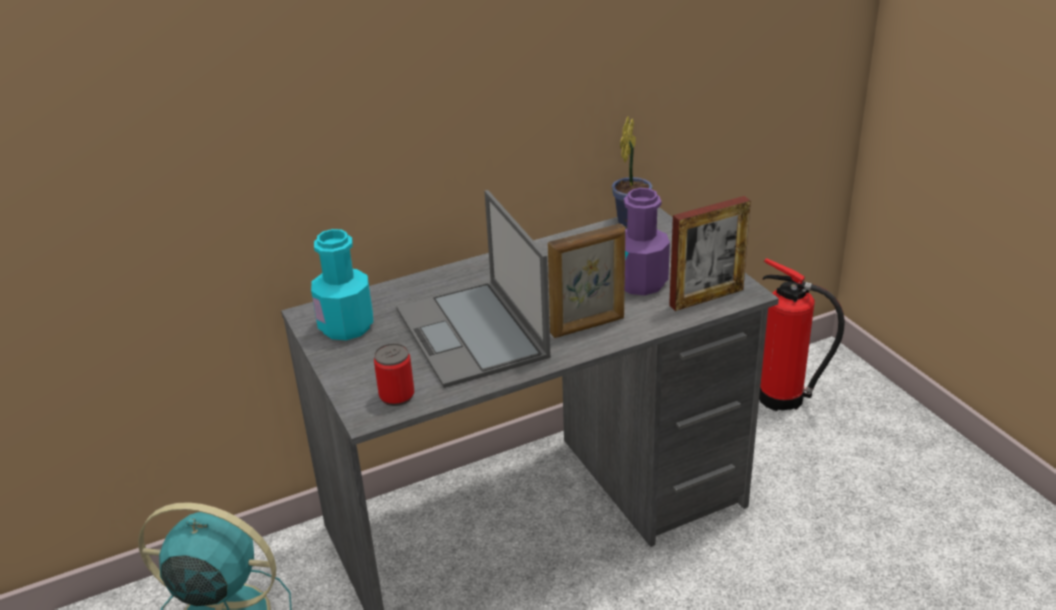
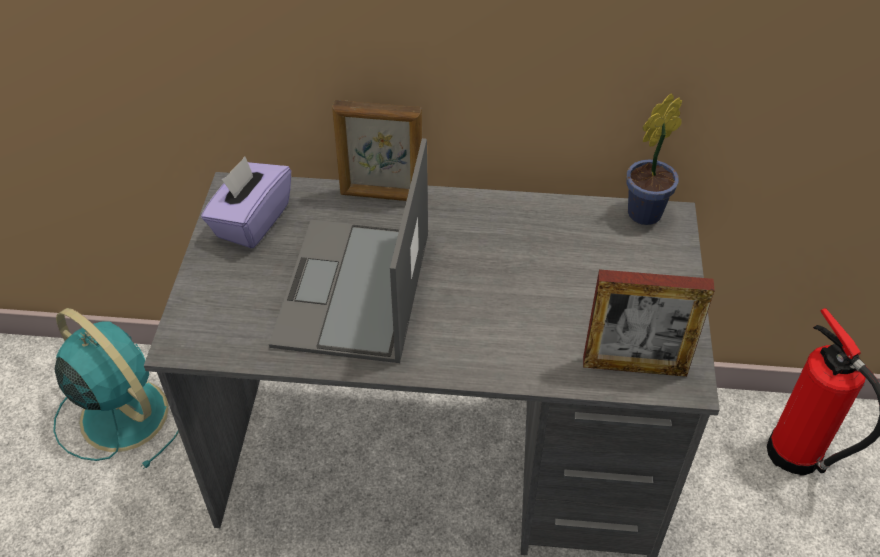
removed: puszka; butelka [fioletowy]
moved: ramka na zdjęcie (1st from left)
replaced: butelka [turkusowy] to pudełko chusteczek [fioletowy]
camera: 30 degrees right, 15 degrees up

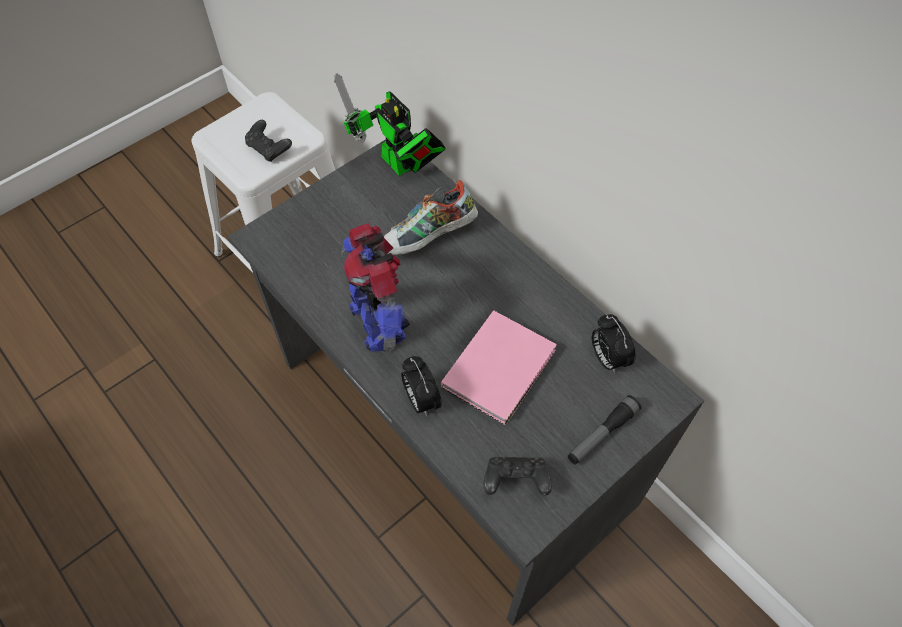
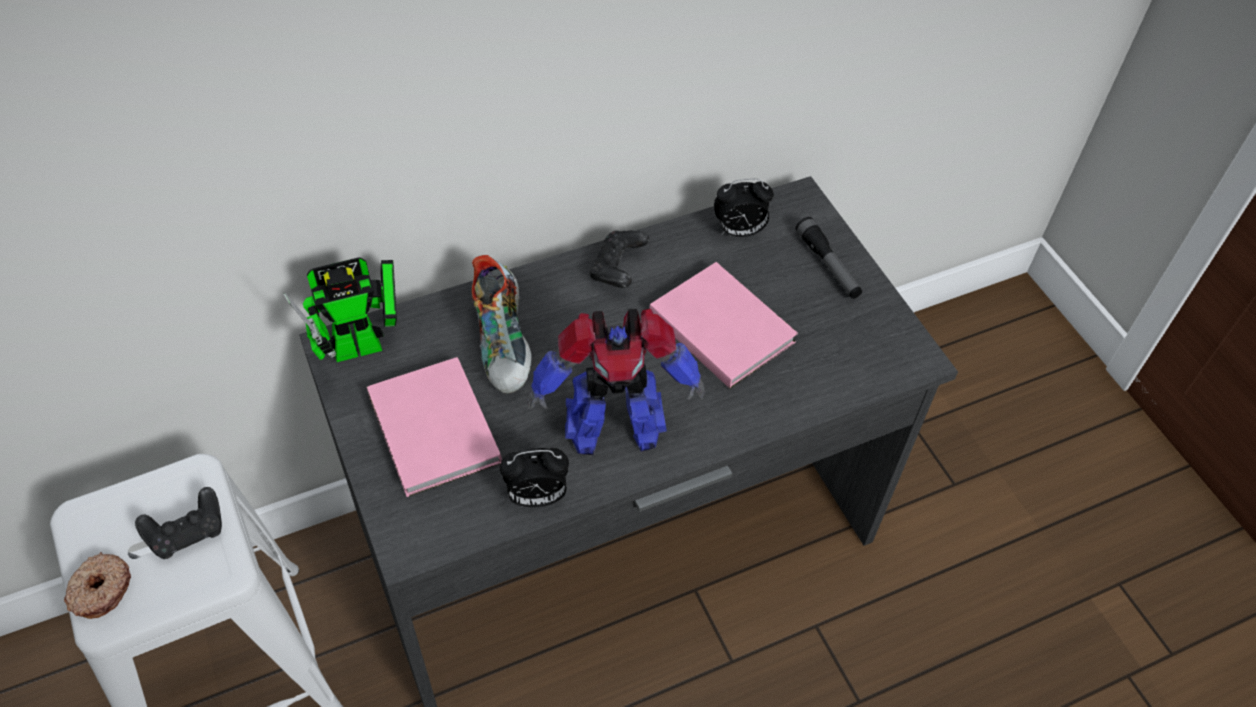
added: donut; książka [różowy] (1st from left)
moved: budzik (1st from left); pad do gier [czarny] (2nd from left)
camera: 75 degrees left, 5 degrees down

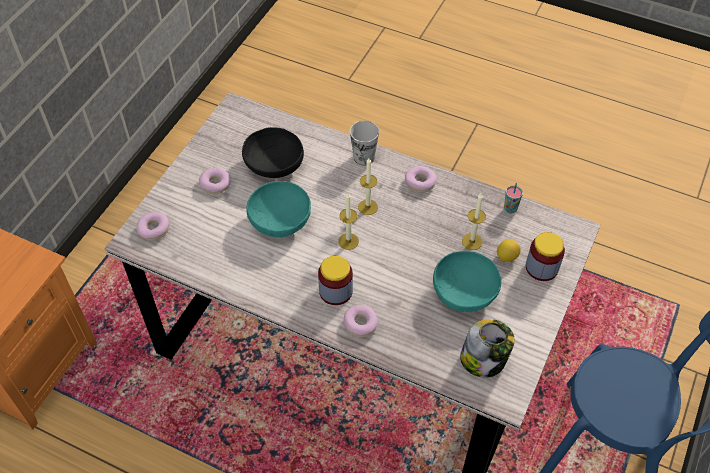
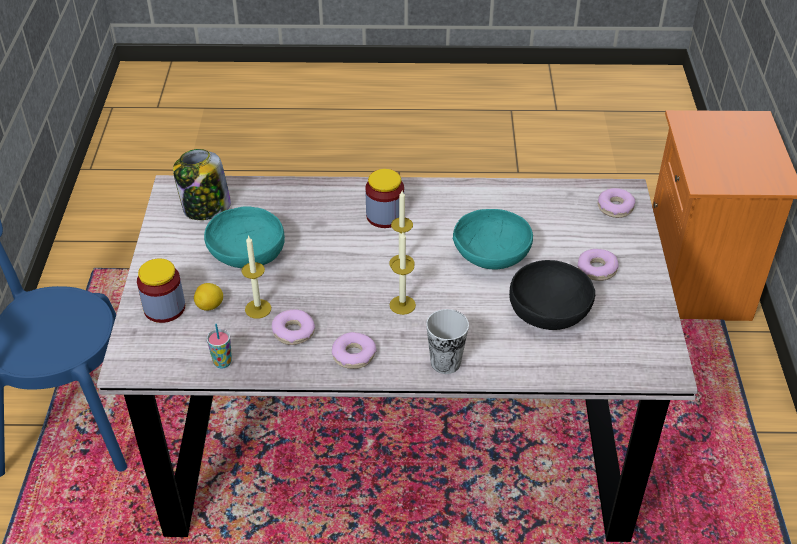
moved: donut (3rd from left in the first image) to donut (1st from left)
camera: 155 degrees right, 10 degrees down

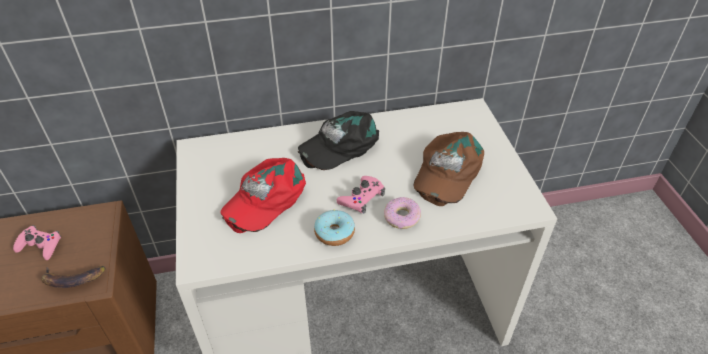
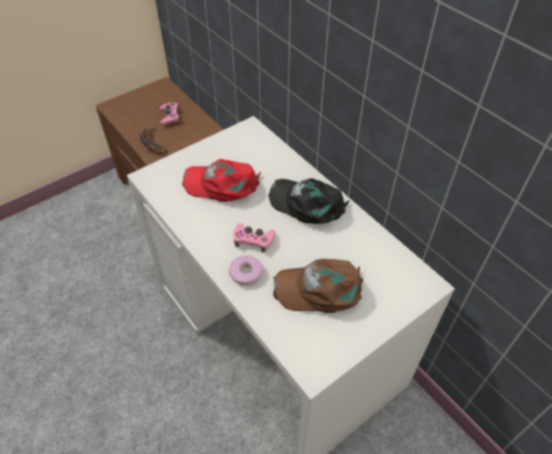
removed: donut (1st from left)
camera: 65 degrees right, 5 degrees up

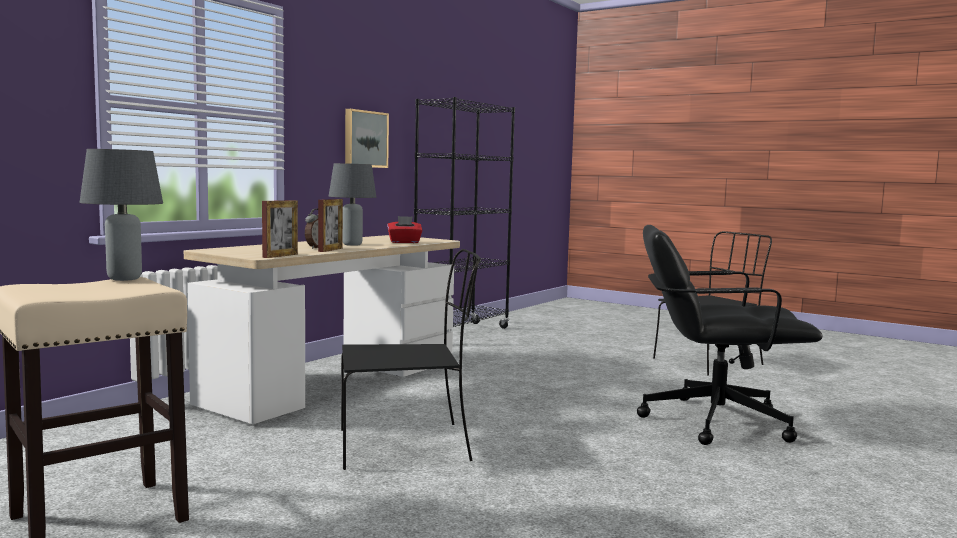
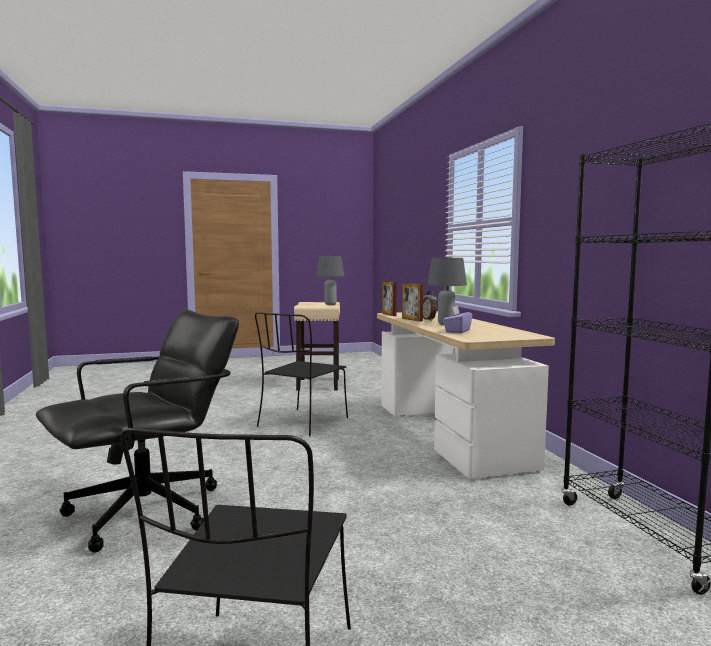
removed: obraz
recoloured: pudełko chusteczek [czerwony] to pudełko chusteczek [fioletowy]
camera: 130 degrees right, 0 degrees up

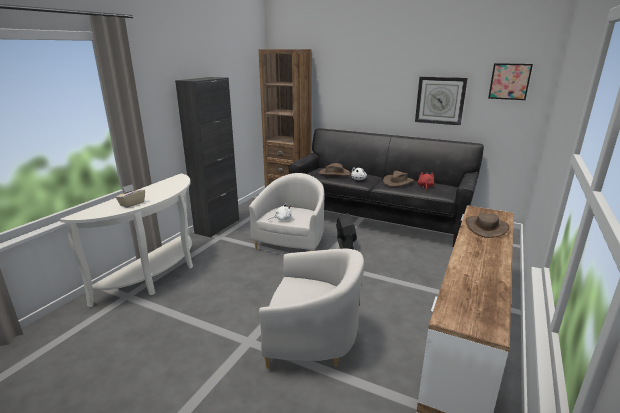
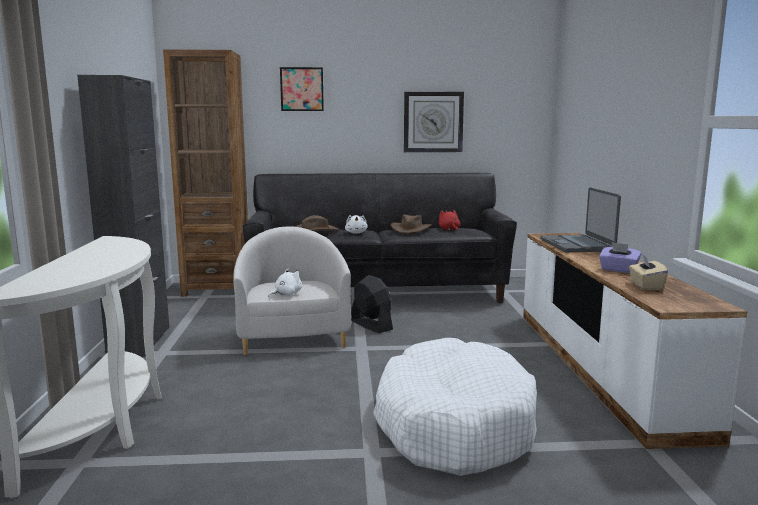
added: pudełko chusteczek [fioletowy]
moved: pudełko chusteczek [beżowy]; obraz
replaced: fotel [biały] (2nd from left) to legowisko [biały]; kapelusz [brązowy] (3rd from left) to laptop
camera: 30 degrees left, 10 degrees down

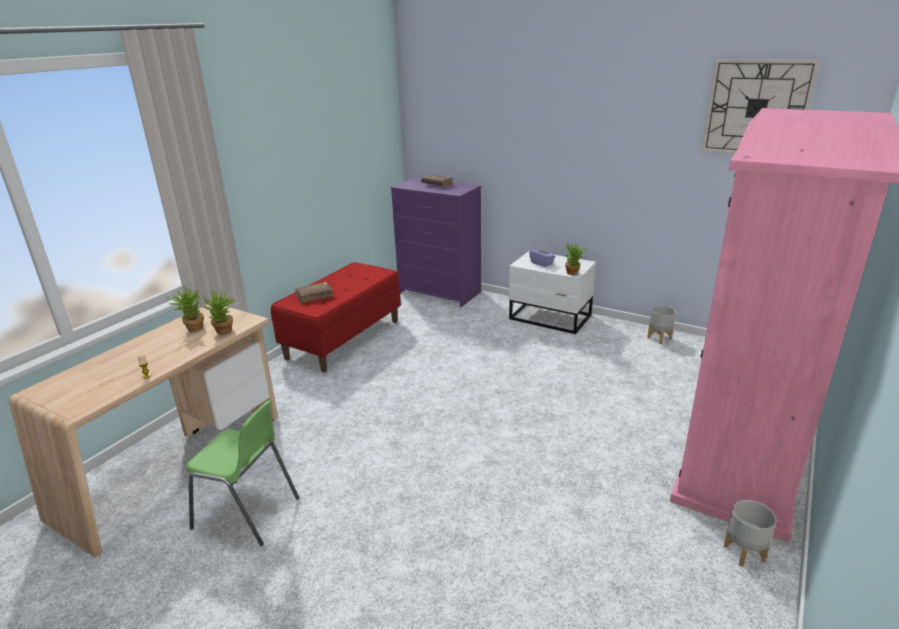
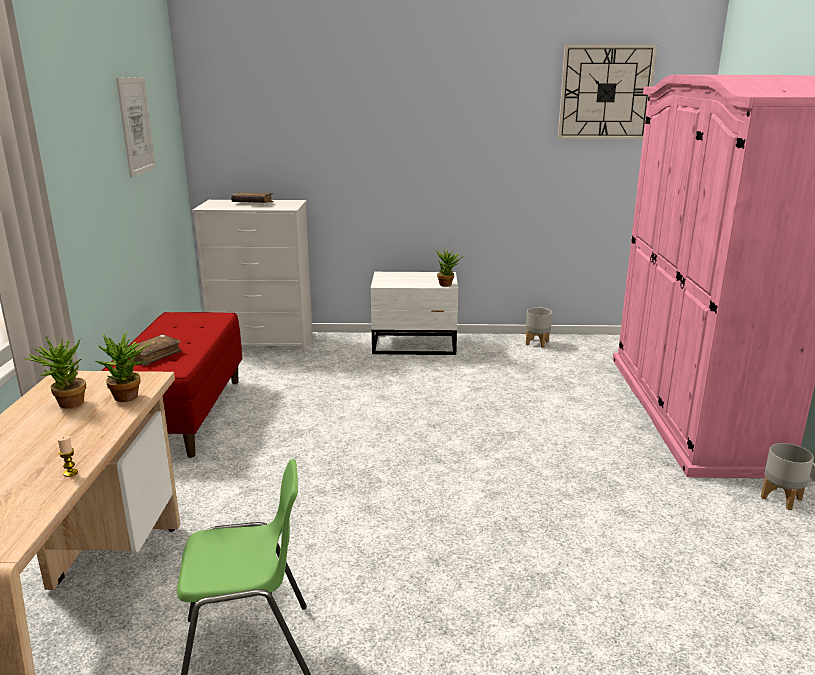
removed: pudełko chusteczek [fioletowy]
added: obraz
recoloured: komoda [fioletowy] to komoda [biały]
camera: 30 degrees left, 5 degrees down

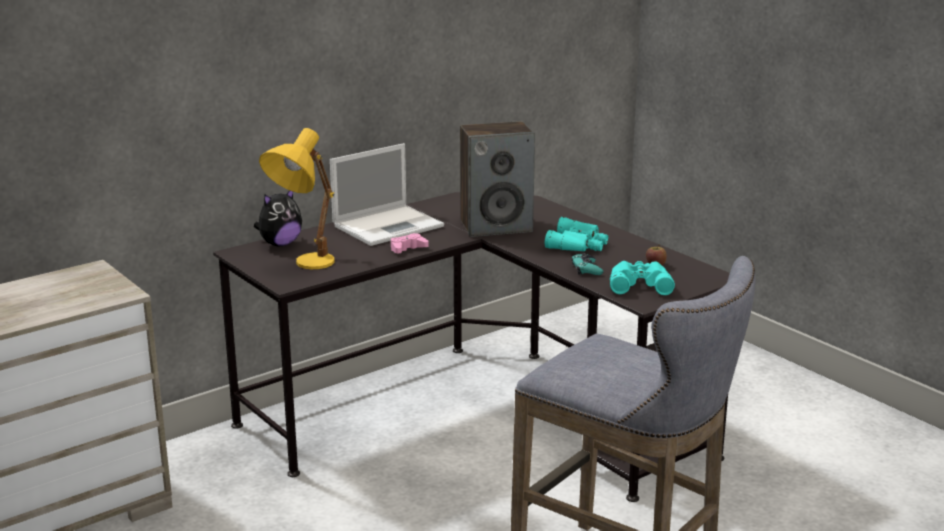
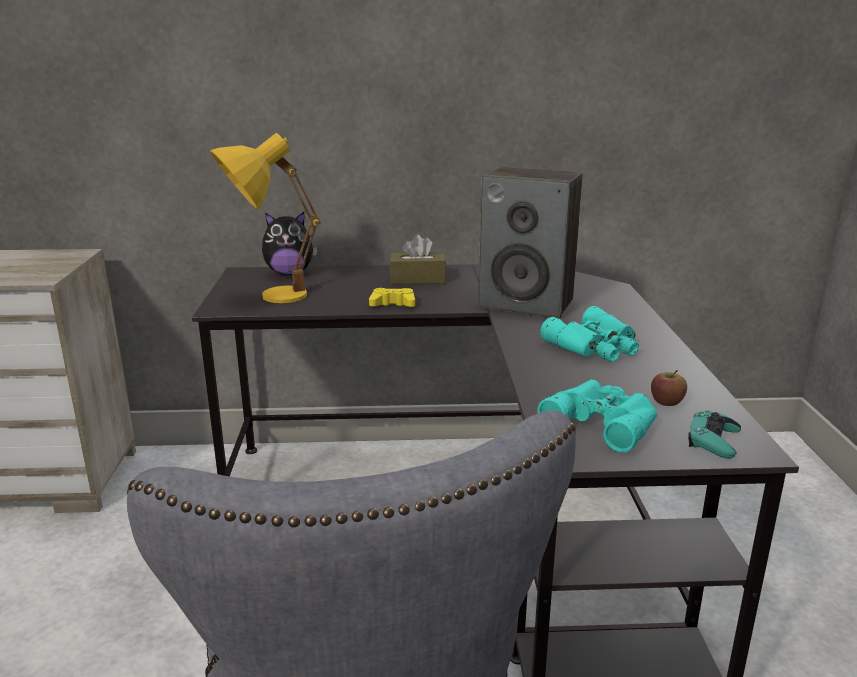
moved: pad do gier [turkusowy]
replaced: laptop to pudełko chusteczek [brązowy]
recoloured: pad do gier [różowy] to pad do gier [żółty]
camera: 35 degrees right, 0 degrees up

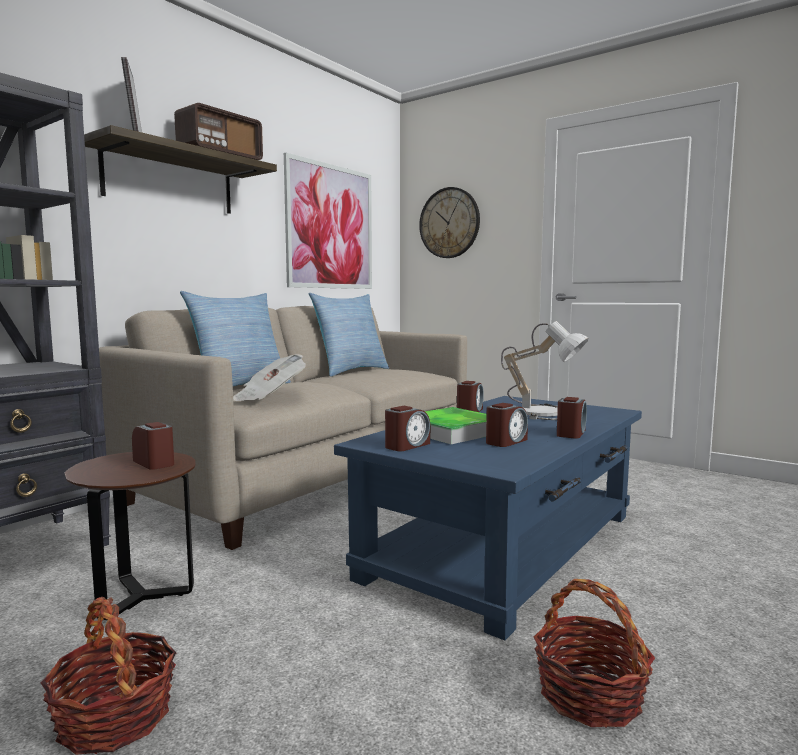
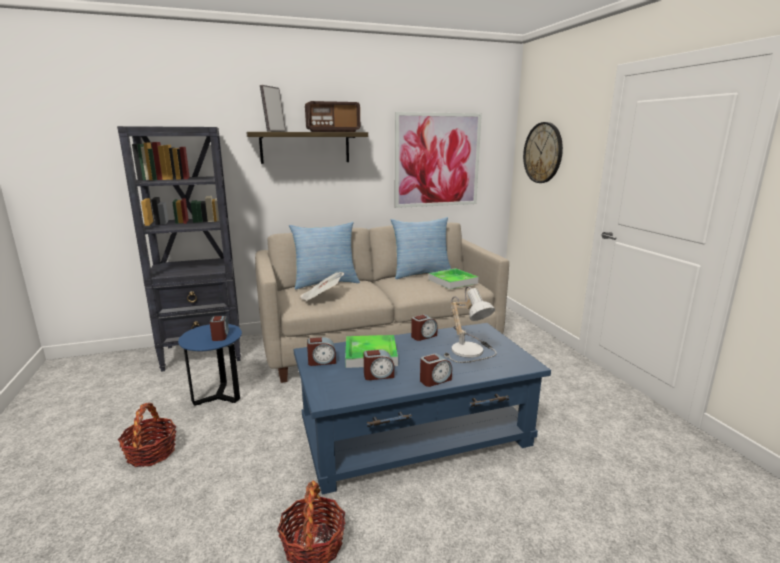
added: taca (2nd from left)
recoloured: stolik [brązowy] to stolik [niebieski]
camera: 35 degrees right, 10 degrees up

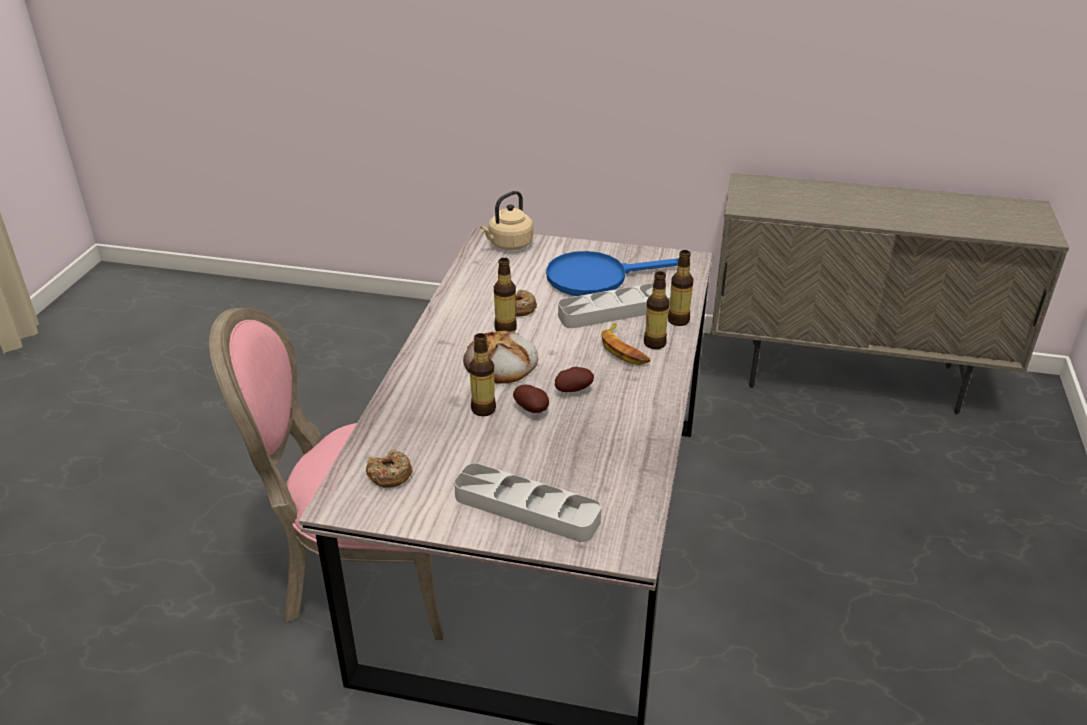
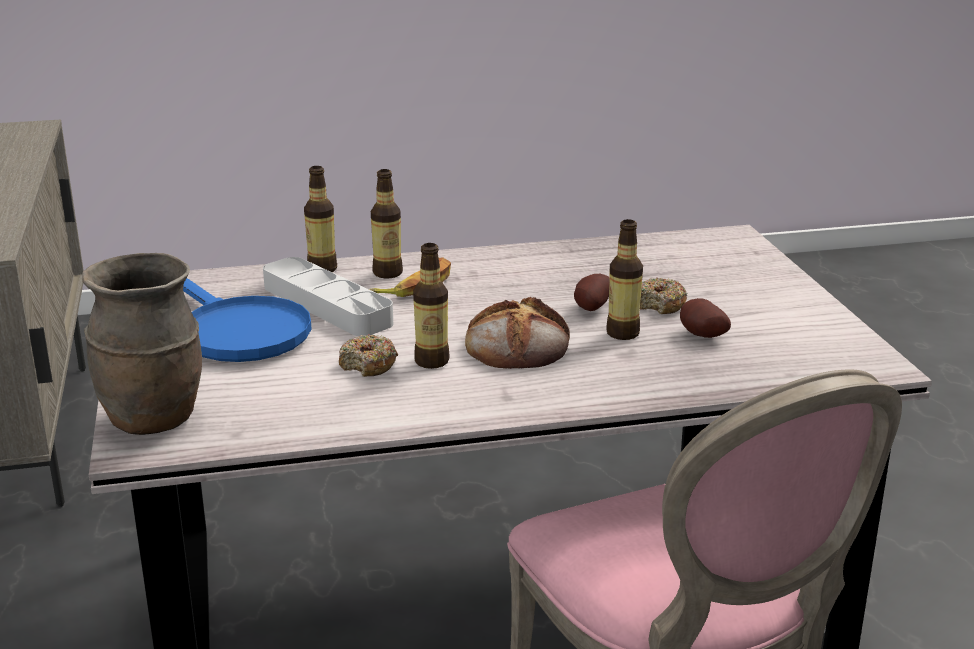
removed: taca [szary] (1st from left)
moved: donut (1st from left in the first image) to donut (2nd from left); ziemniak (2nd from left)
replaced: czajnik [beżowy] to wazon [brązowy]
camera: 115 degrees left, 10 degrees down

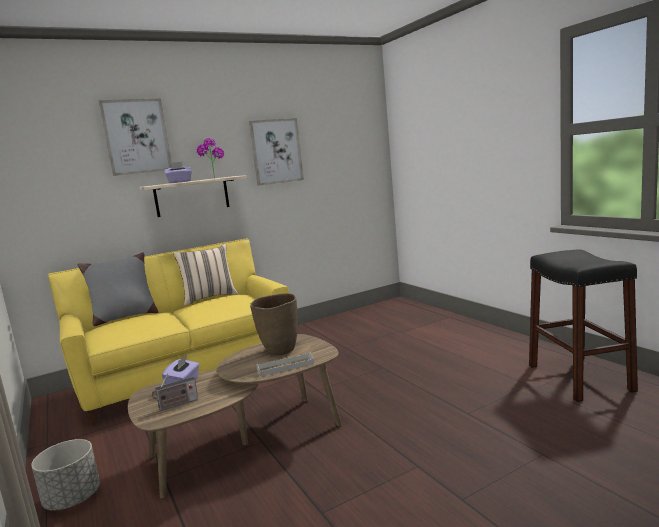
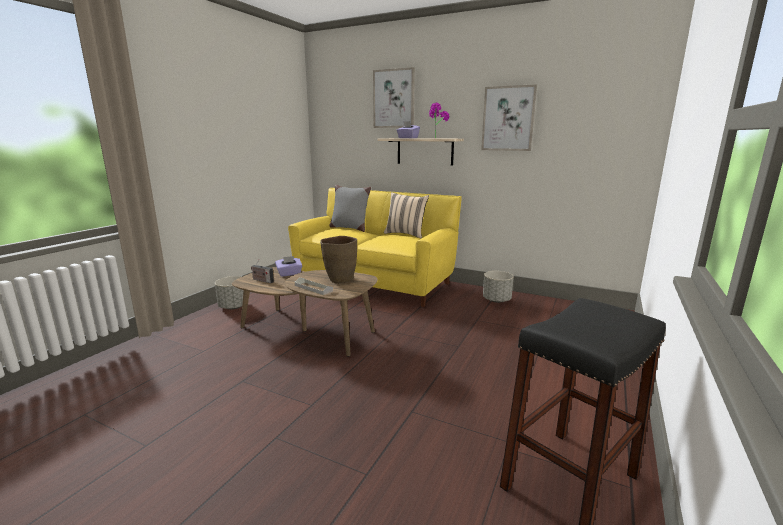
added: donica [szary] (2nd from left)
camera: 55 degrees right, 5 degrees up

